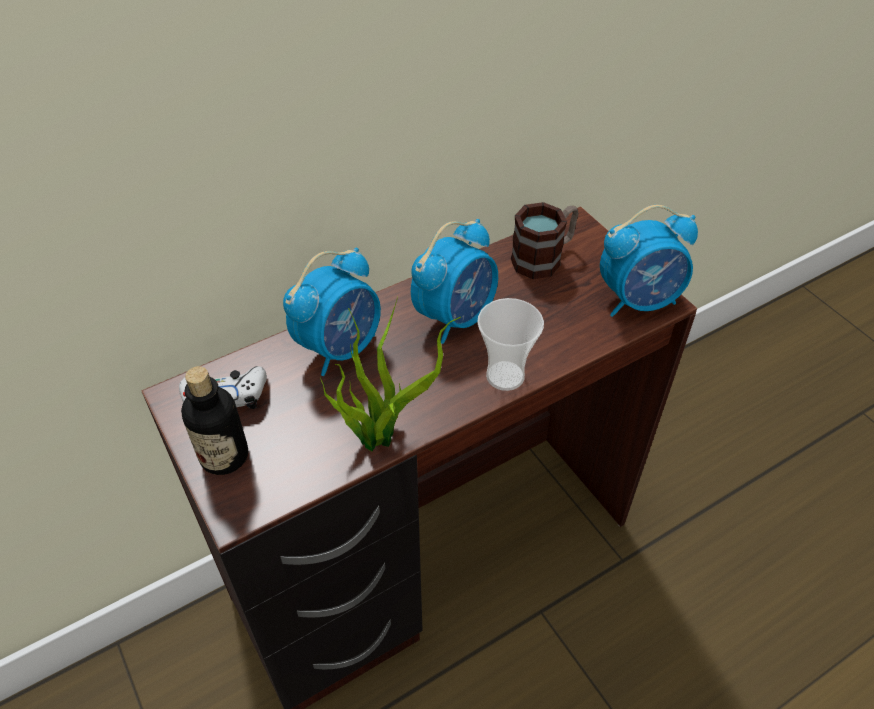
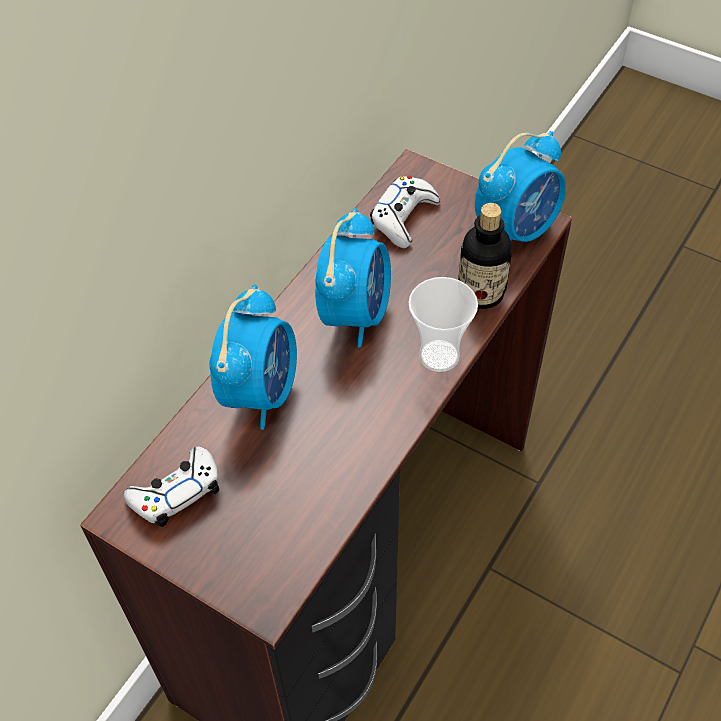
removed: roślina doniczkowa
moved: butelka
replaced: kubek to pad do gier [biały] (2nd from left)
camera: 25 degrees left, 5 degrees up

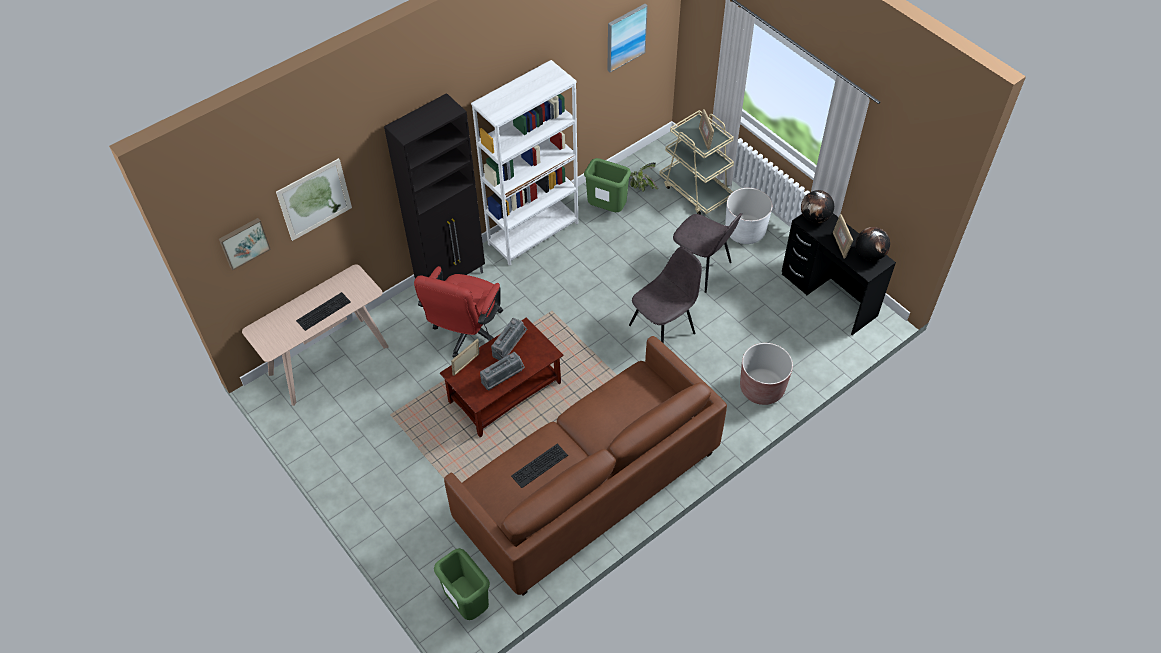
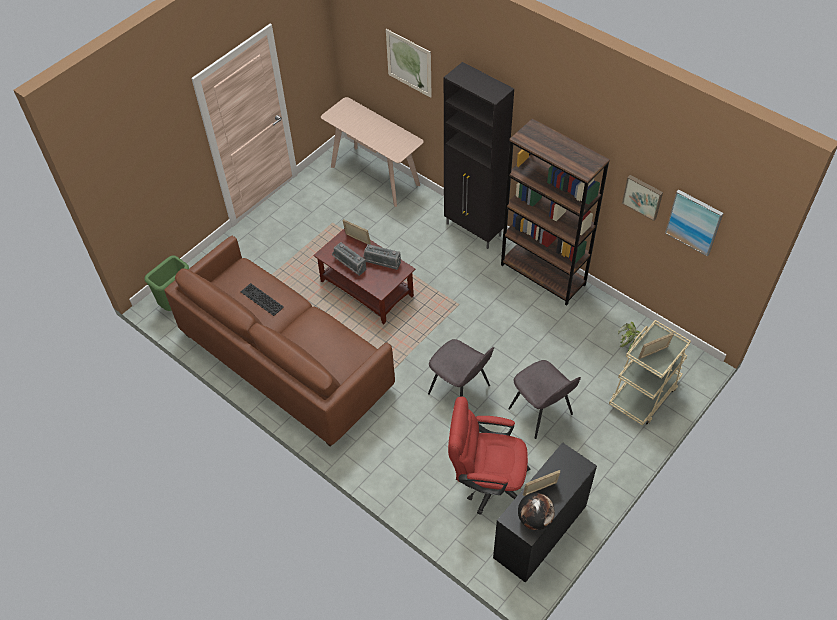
removed: klawiatura (1st from left); kosz na śmieci [zielony] (2nd from left); donica [biały]; donica [brązowy]; globus (1st from left)
moved: obraz (1st from left in the first image) to obraz (2nd from left); krzesło biurowe [czerwony]
recoloured: regał [biały] to regał [brązowy]
turned: krzesło [szary] (2nd from left) 60 degrees counterclockwise
camera: 80 degrees right, 0 degrees up

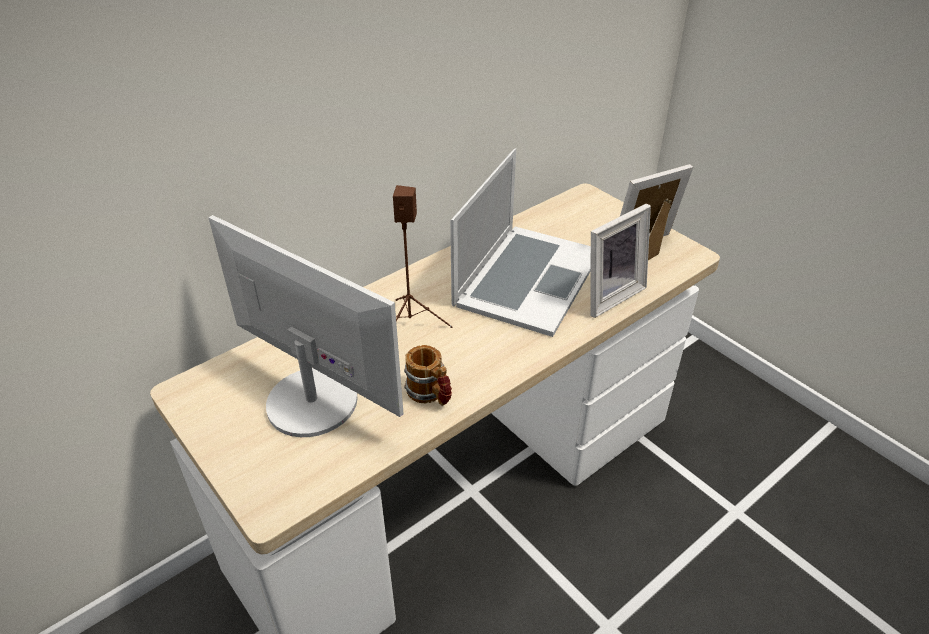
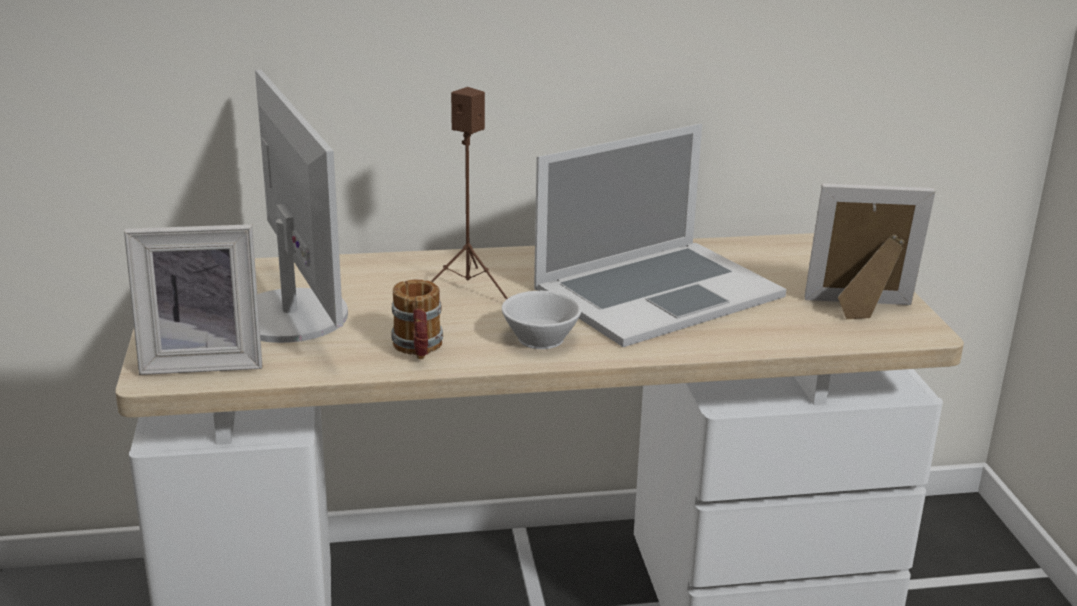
added: filiżanka [biały]
moved: ramka na zdjęcie (1st from left)
camera: 30 degrees right, 15 degrees down

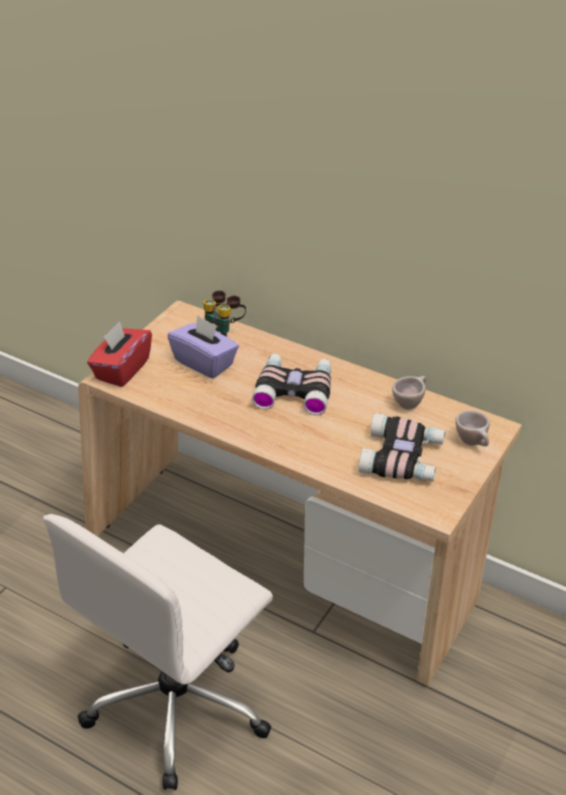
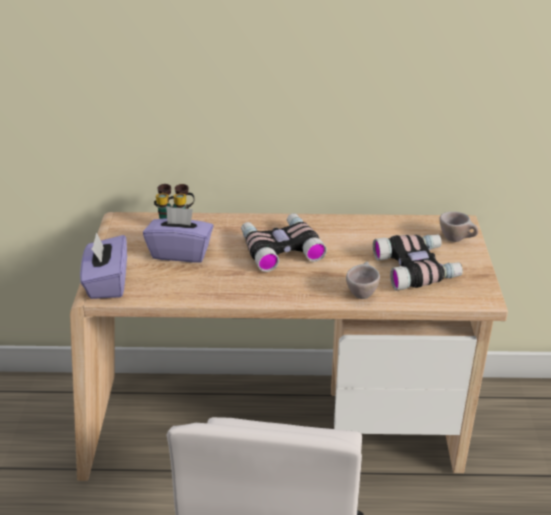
moved: filiżanka [beżowy] (1st from left)
recoloured: pudełko chusteczek [czerwony] to pudełko chusteczek [fioletowy] (1st from left)
camera: 30 degrees left, 5 degrees down

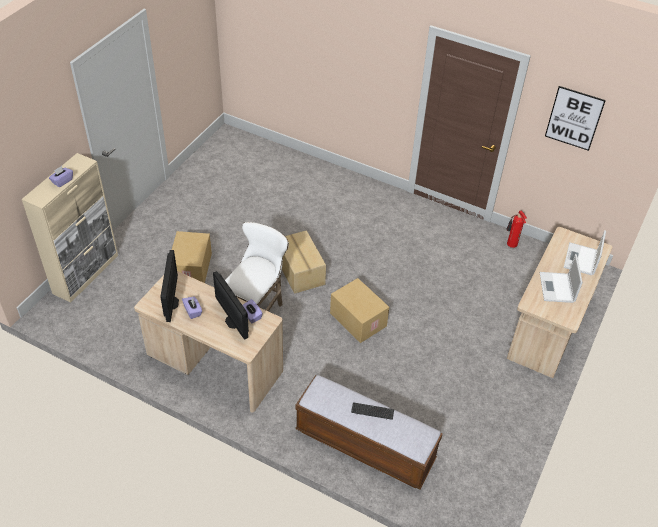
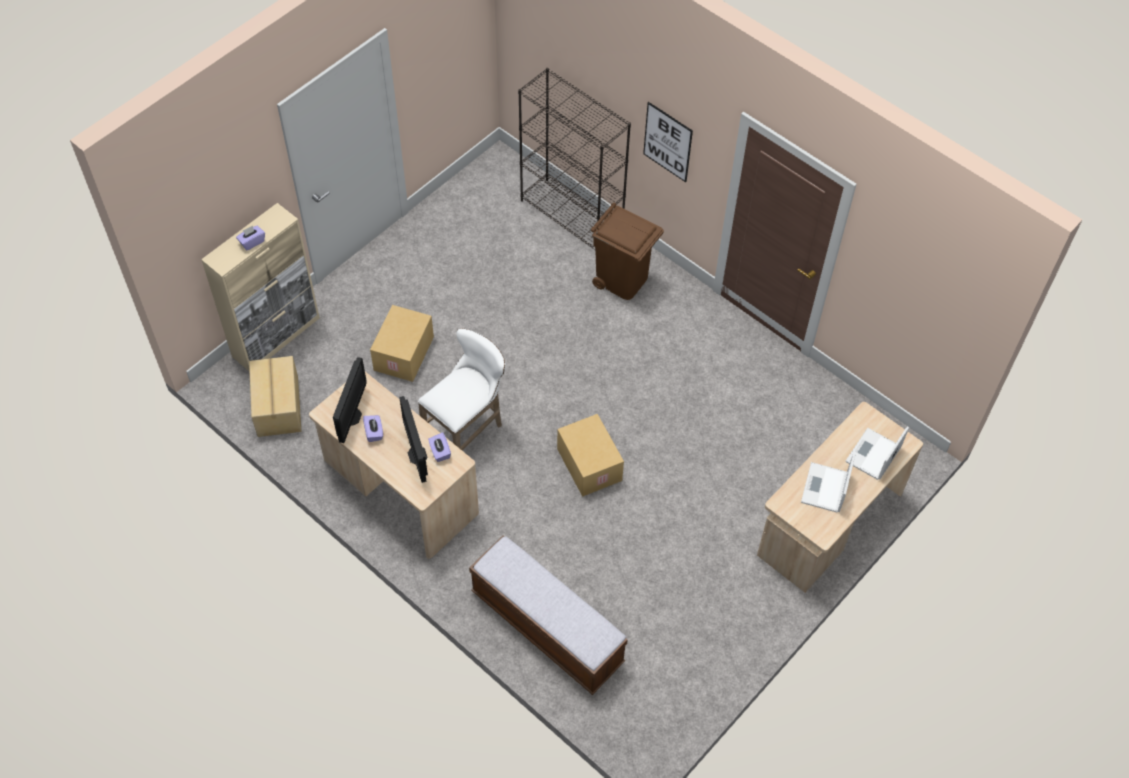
removed: klawiatura; gaśnica
added: regał [czarny]; kosz na śmieci [brązowy]
moved: karton (2nd from left in the first image) to karton (1st from left); obraz
camera: 15 degrees right, 10 degrees up

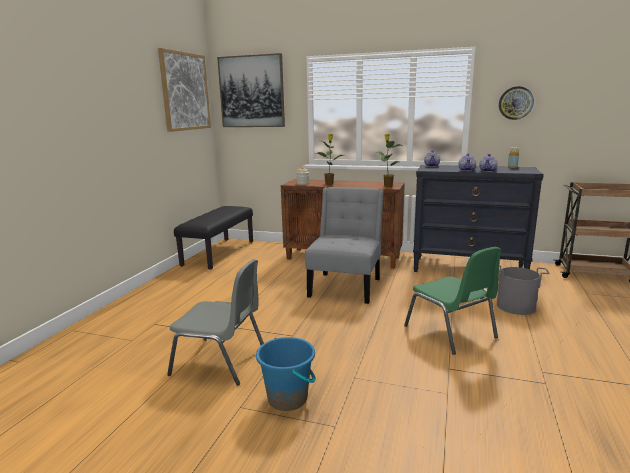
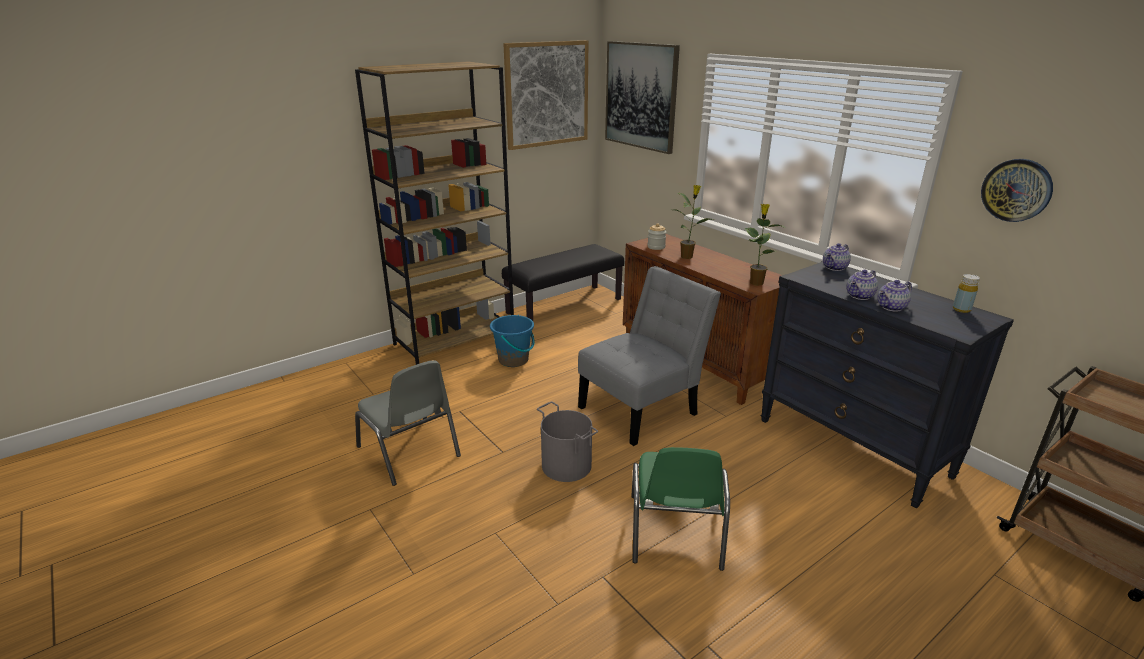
added: regał [brązowy]
moved: wiadro [niebieski]; wiadro [szary]
camera: 35 degrees right, 10 degrees up

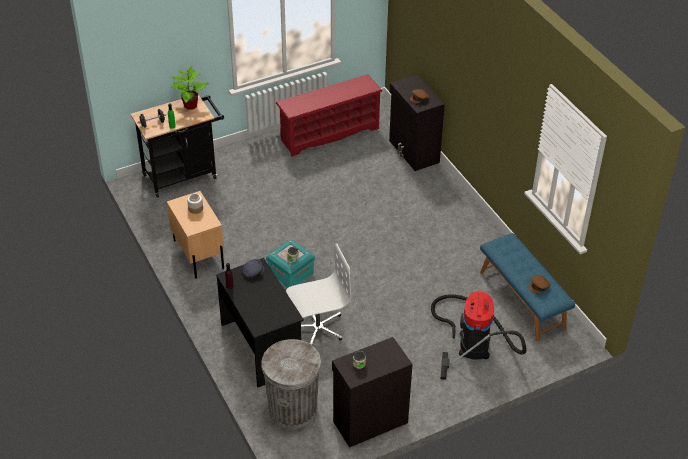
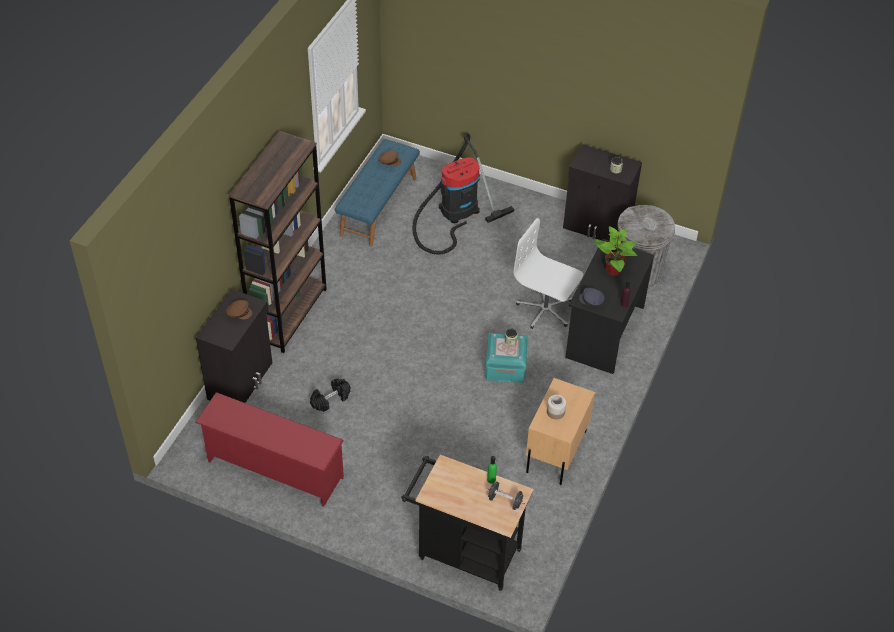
added: regał [brązowy]; hantel [czarny] (1st from left)
moved: roślina doniczkowa
camera: 130 degrees left, 5 degrees up

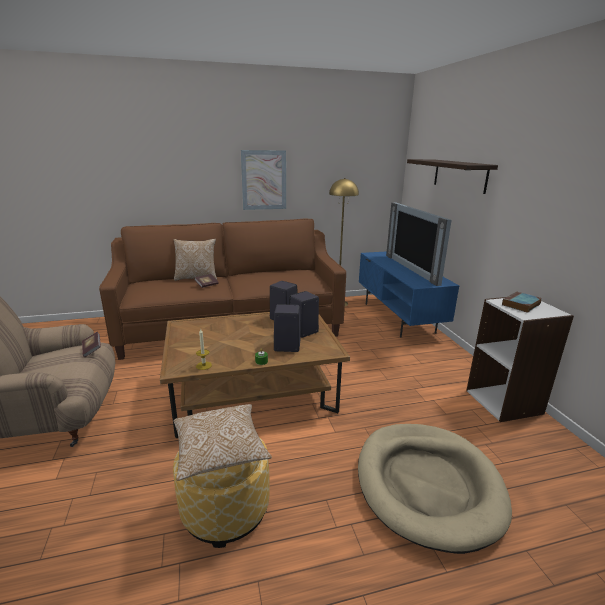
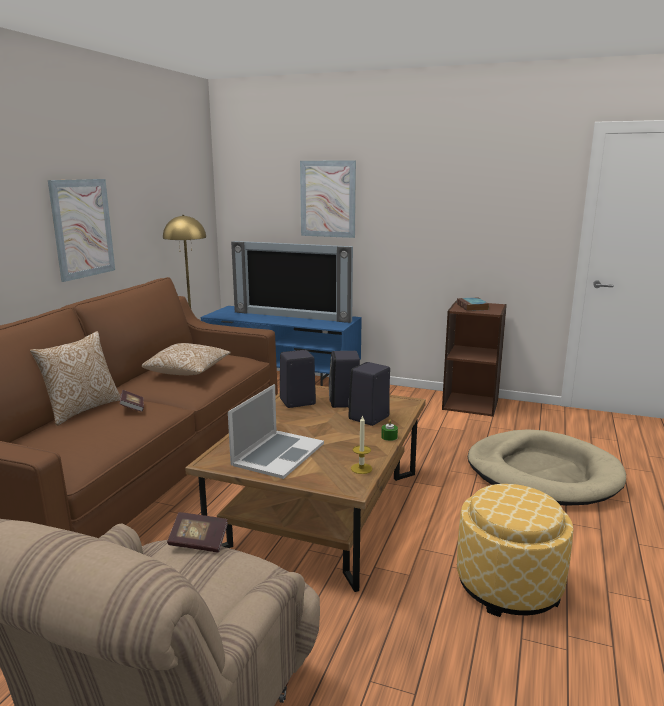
added: laptop
moved: poduszka (2nd from left)
replaced: półka to obraz (2nd from left)
recoloured: regał [biały] to regał [brązowy]
camera: 55 degrees left, 5 degrees down

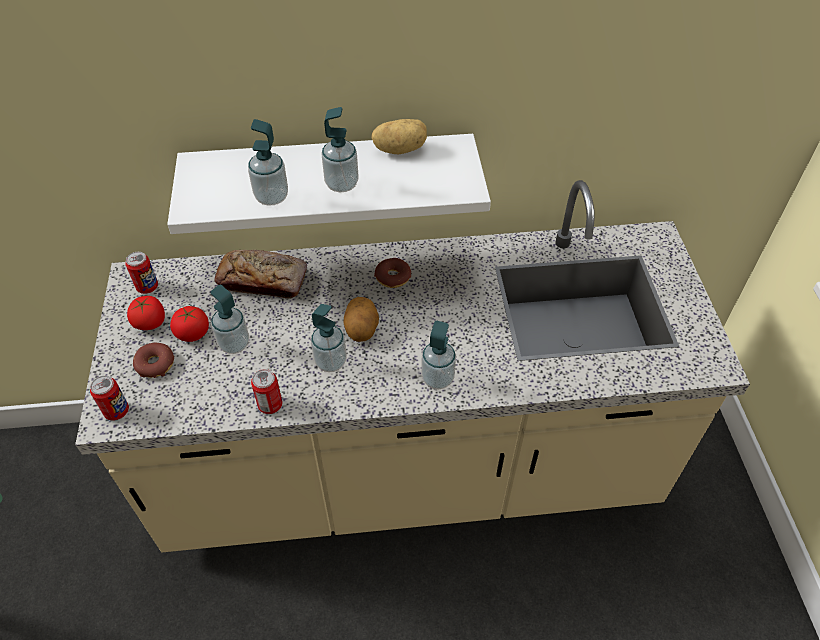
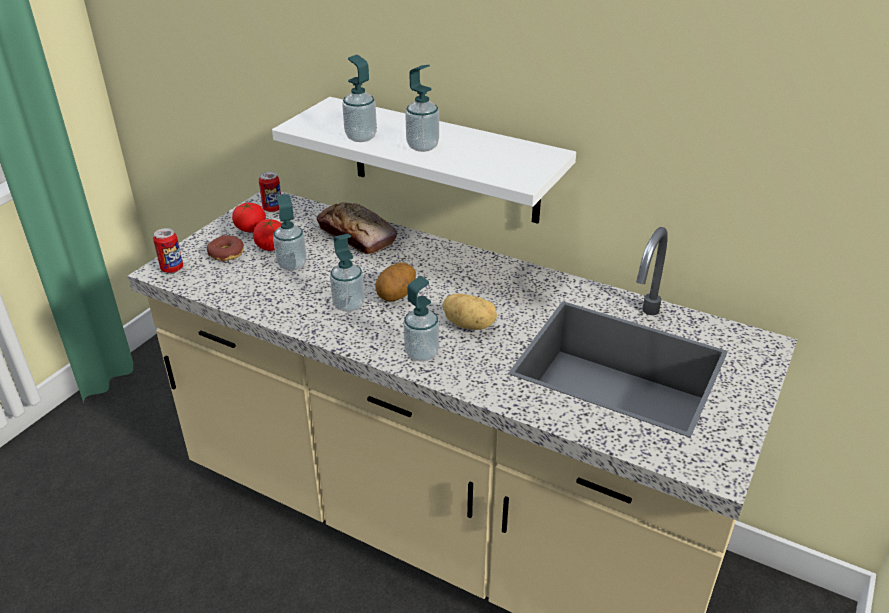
removed: puszka (3rd from left); donut (2nd from left)
moved: ziemniak (2nd from left)
camera: 35 degrees right, 15 degrees down

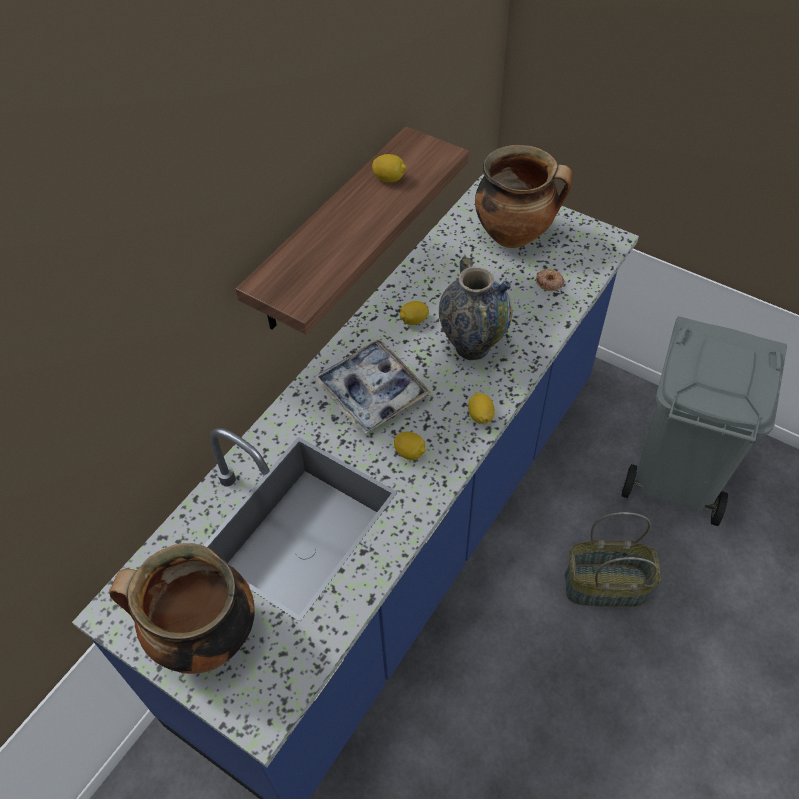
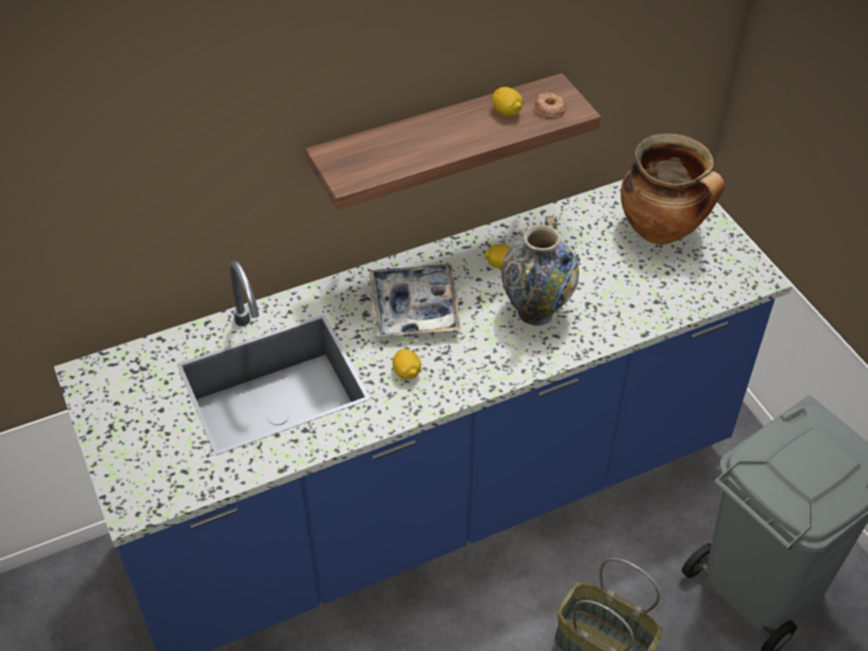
removed: garnek (1st from left); cytryna (4th from left)
moved: donut
camera: 30 degrees right, 5 degrees down

